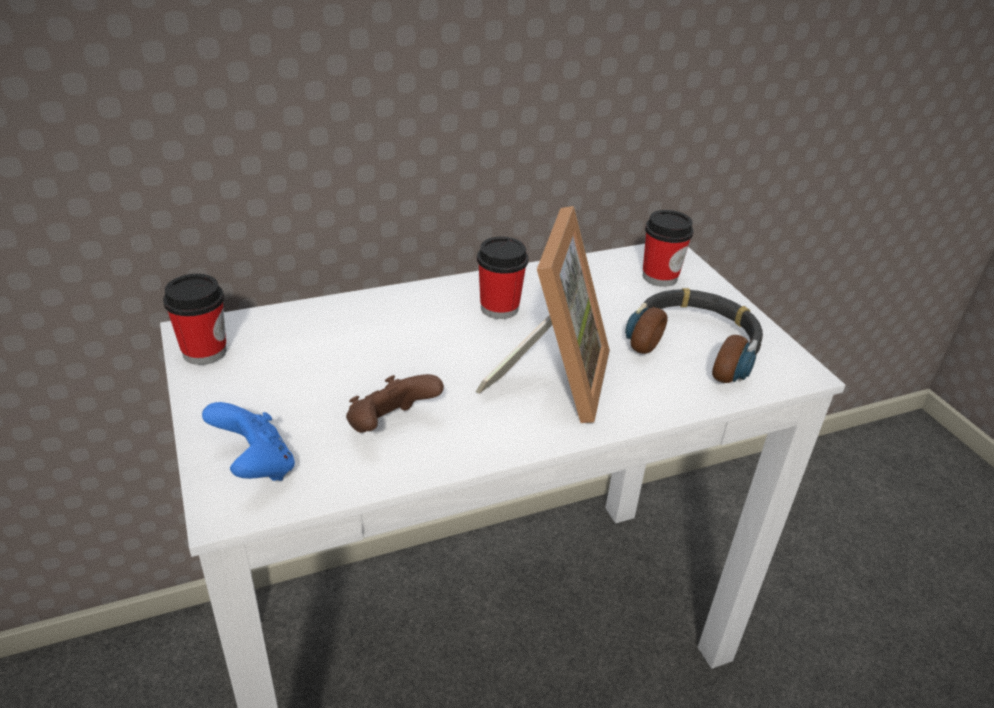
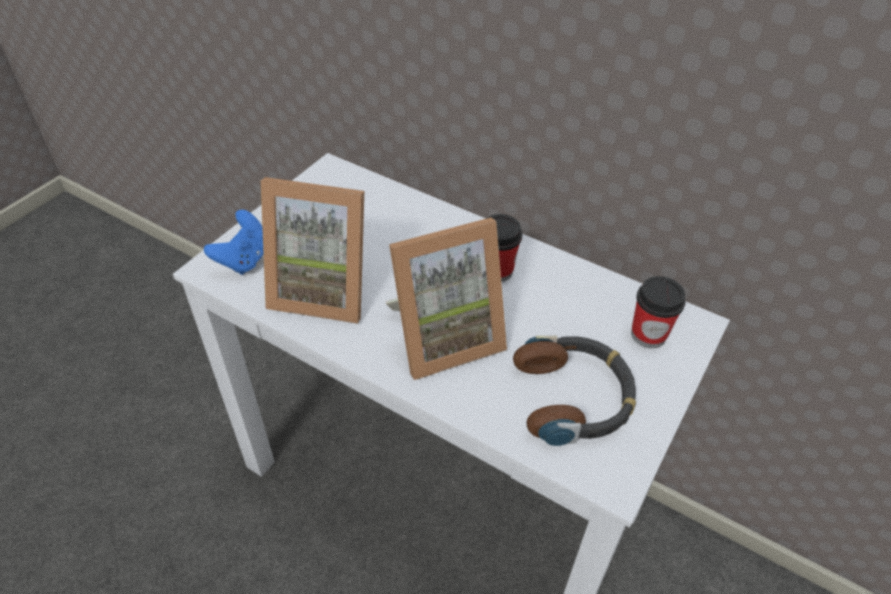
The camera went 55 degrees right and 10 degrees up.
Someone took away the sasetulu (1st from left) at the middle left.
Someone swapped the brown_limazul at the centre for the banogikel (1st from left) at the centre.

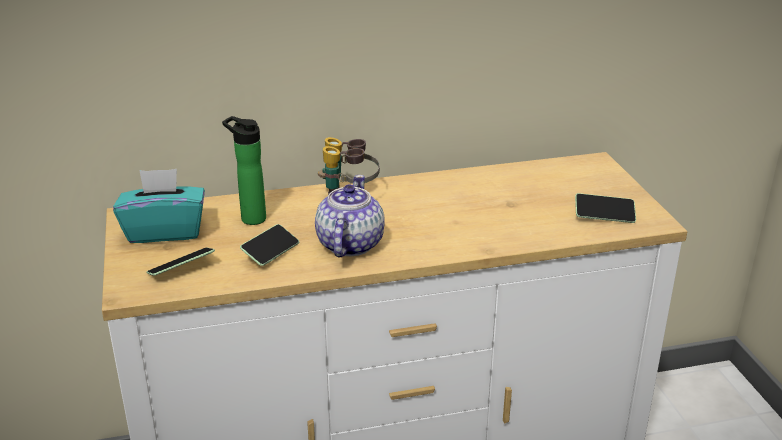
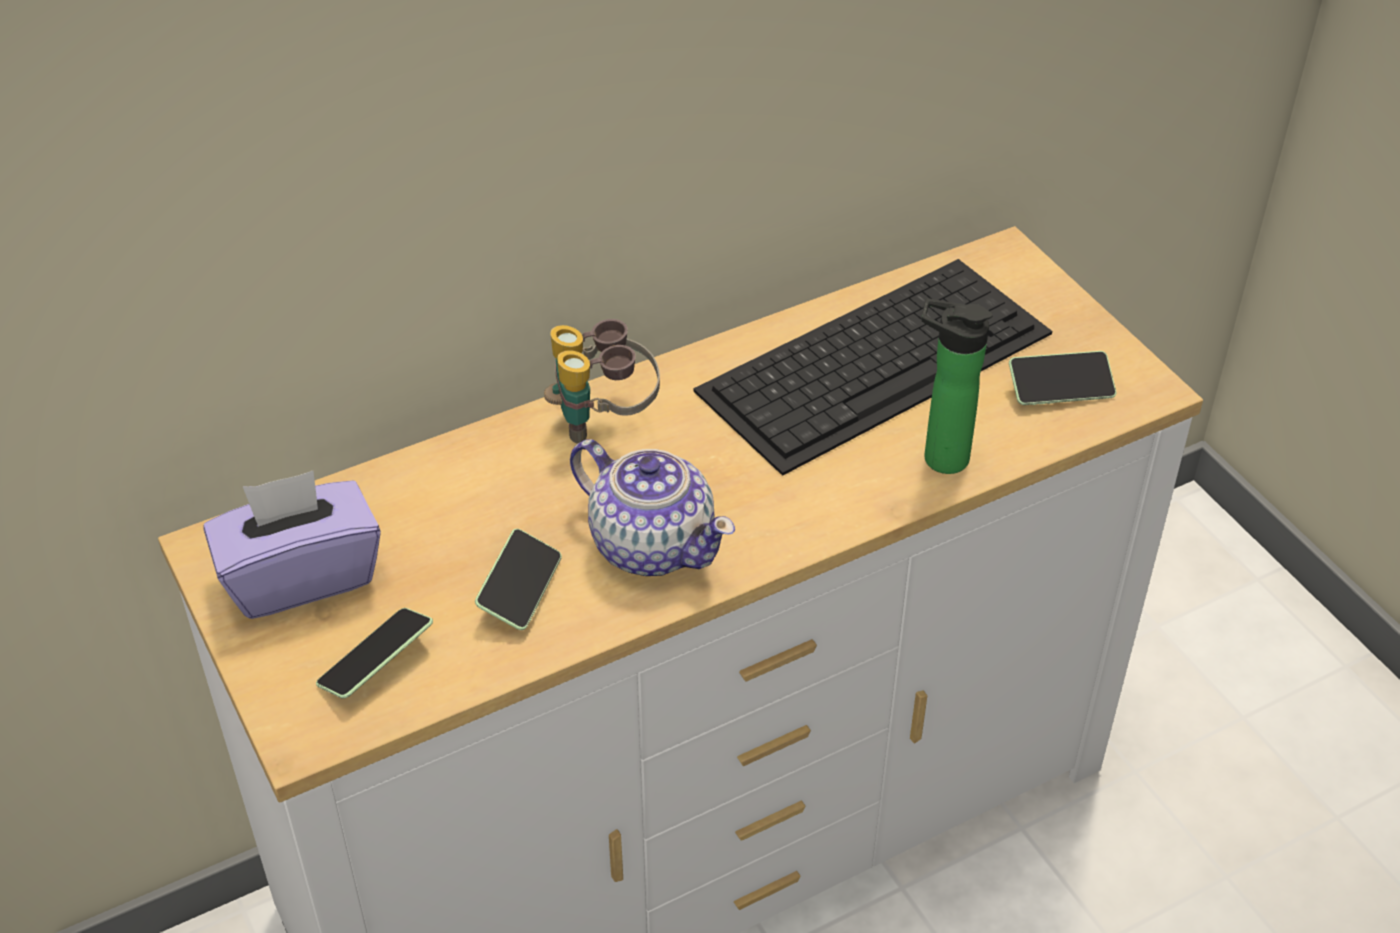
The camera went 15 degrees left and 15 degrees up.
Someone carried the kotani from the middle left to the middle right.
Someone repainted the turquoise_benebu at the middle left, which became the purple_benebu at the middle left.
Someone rotated the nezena at the centre by 135 degrees clockwise.
Someone put down the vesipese at the centre.

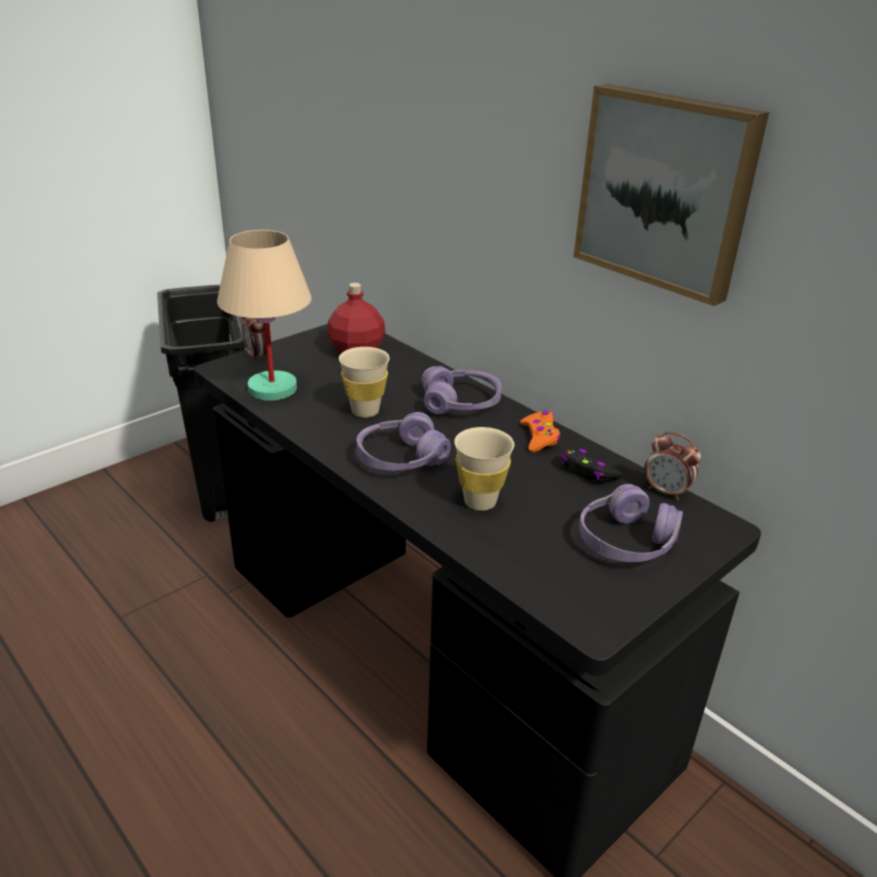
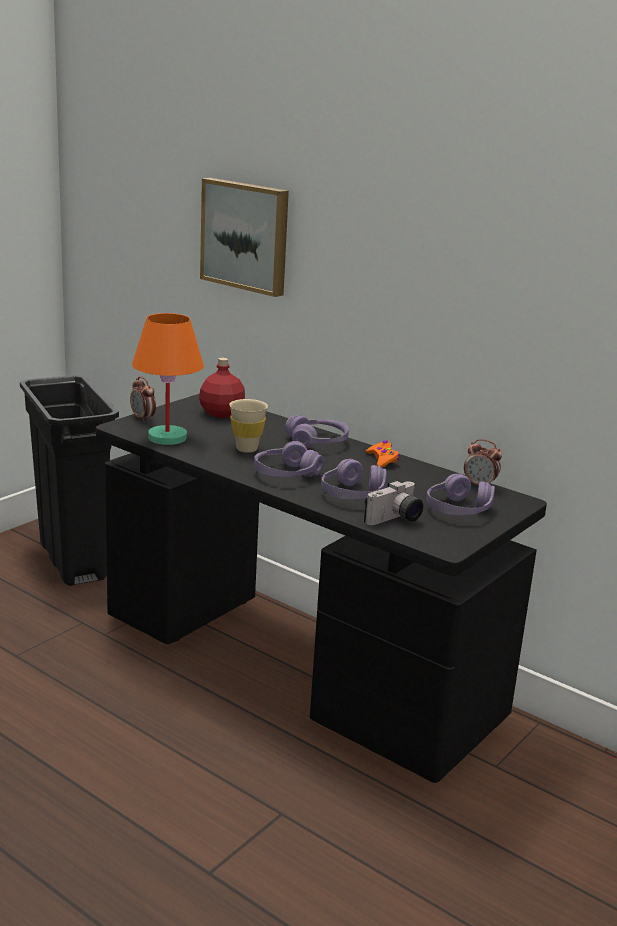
The camera went 10 degrees left and 10 degrees down.
Someone carried the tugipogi from the top right to the top centre.
Someone repainted the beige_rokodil at the middle left, which became the orange_rokodil at the middle left.
Someone swapped the beige_sasetulu (2nd from left) at the centre for the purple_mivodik (3rd from left) at the centre.
Someone took away the black_limazul at the middle right.
Someone put down the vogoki at the centre.

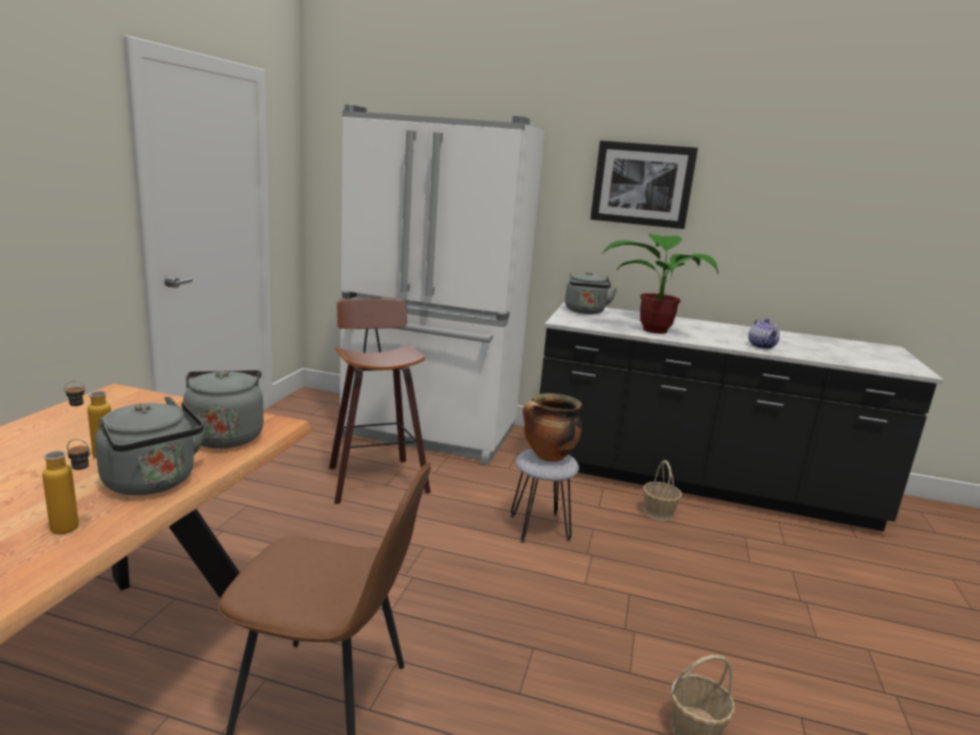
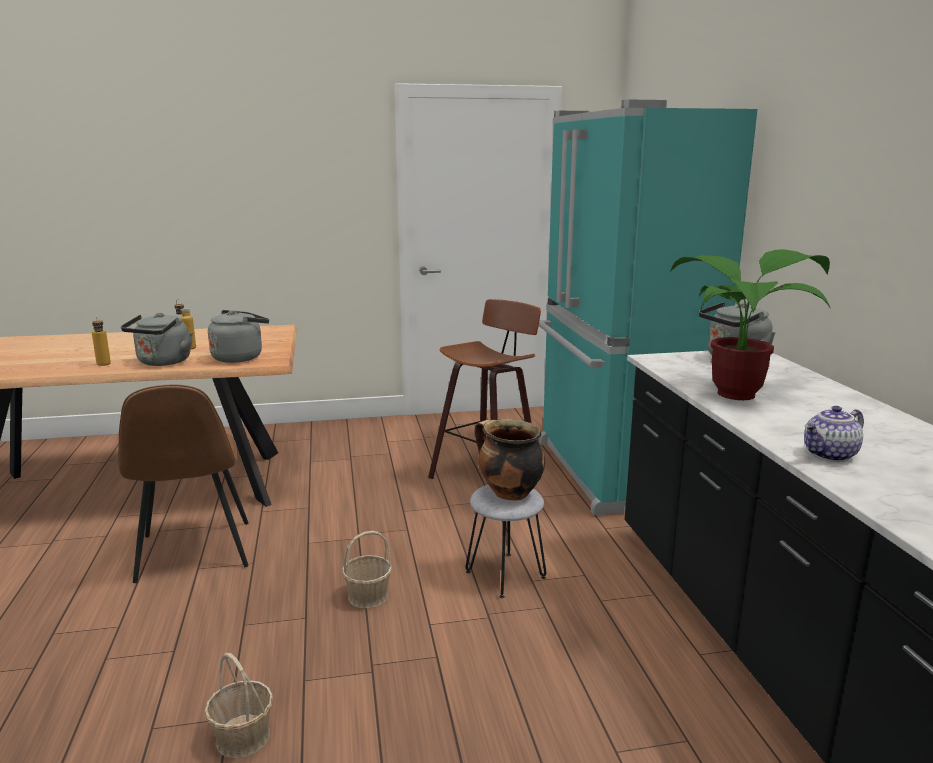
The camera went 65 degrees right and 0 degrees up.
Someone repainted the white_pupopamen at the centre, which became the turquoise_pupopamen at the middle right.
Someone took away the tugipogi at the top centre.
Someone carried the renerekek (1st from left in the first image) from the bottom right to the bottom centre.

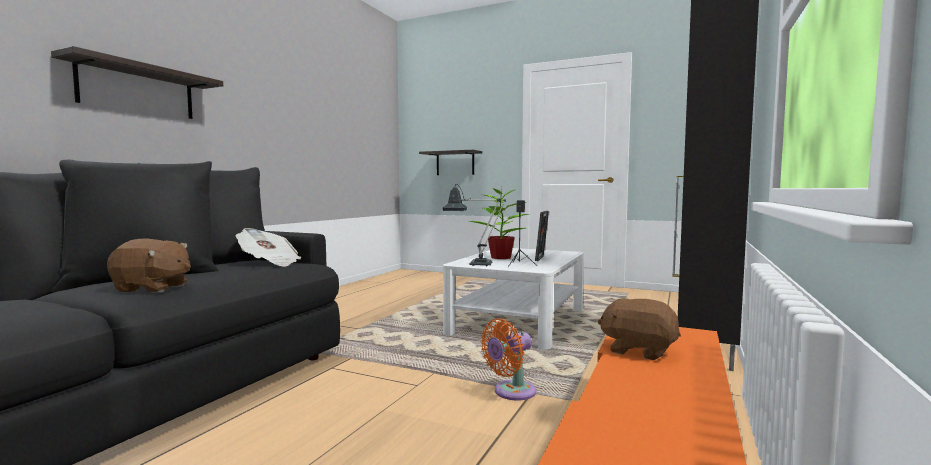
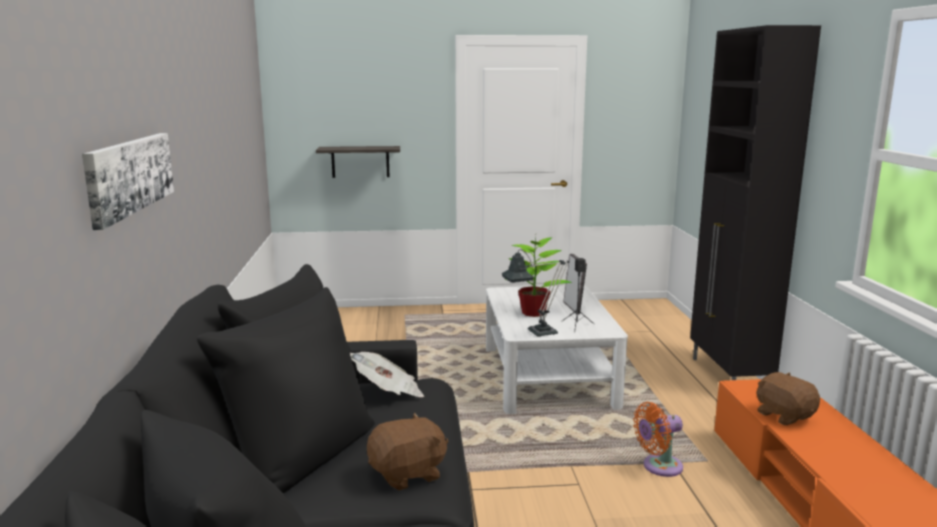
The camera went 30 degrees left and 10 degrees up.
Someone swapped the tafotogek (1st from left) at the top left for the tugipogi at the middle left.
Someone rotated the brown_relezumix (2nd from left) at the bottom right by 60 degrees clockwise.
Someone rotated the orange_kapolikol at the bottom centre by 45 degrees clockwise.

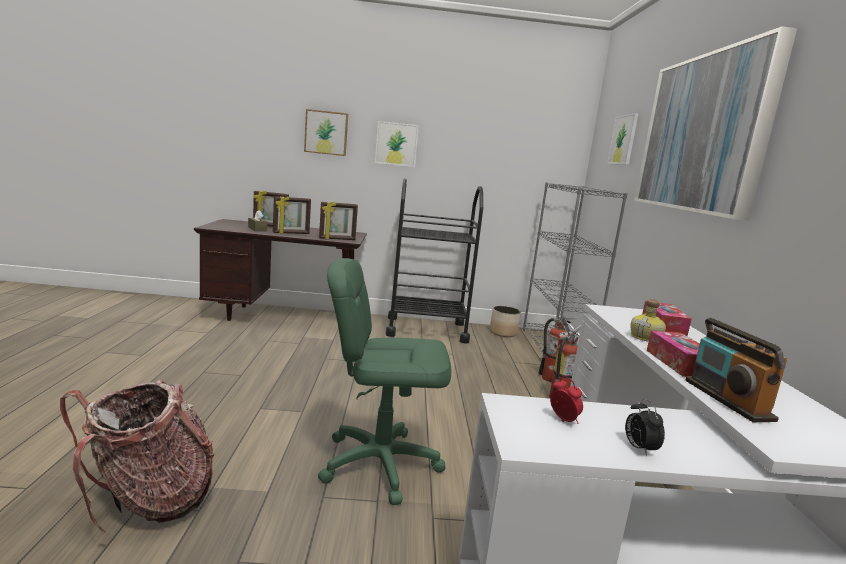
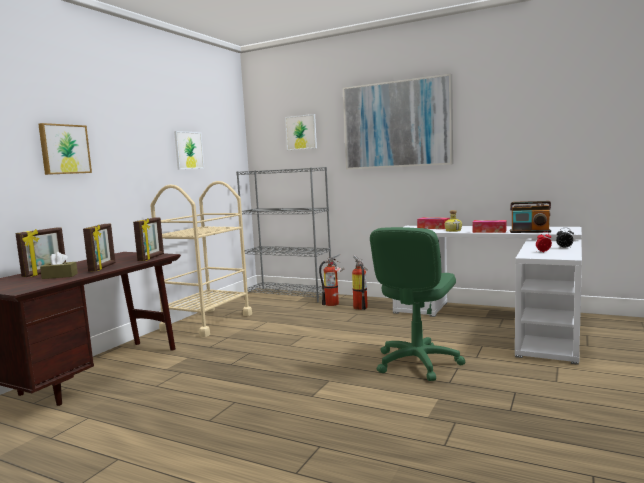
The camera went 60 degrees left and 5 degrees down.
Someone carried the tugipogi (2nd from left) from the top centre to the top left.
Someone repainted the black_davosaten at the centre, which became the beige_davosaten at the middle left.
Someone took away the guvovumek at the centre.
Someone took away the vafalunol at the bottom left.

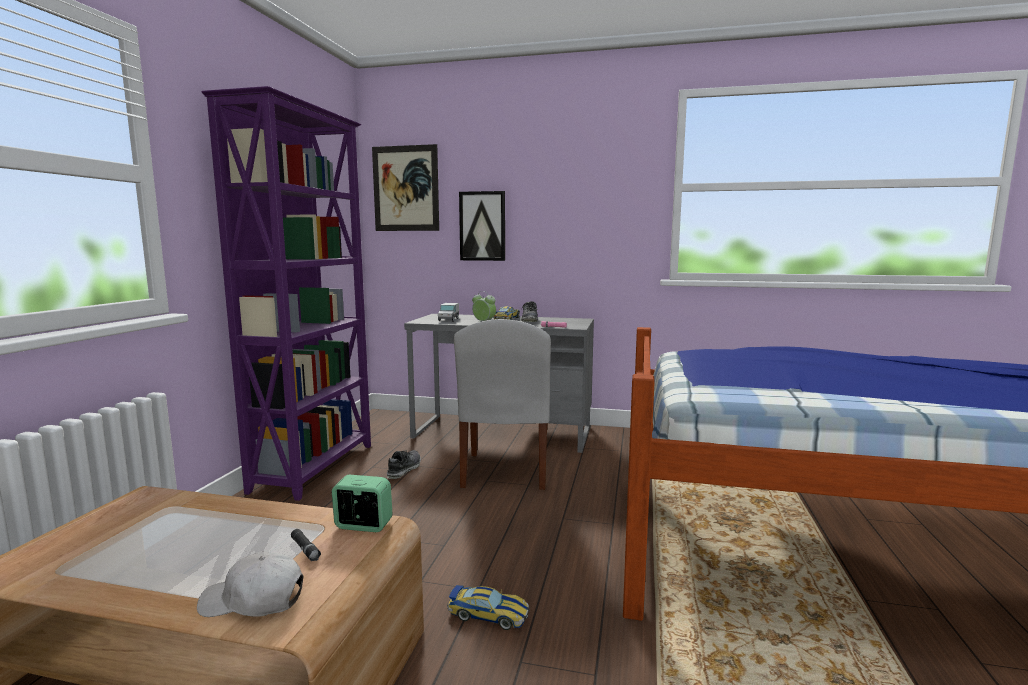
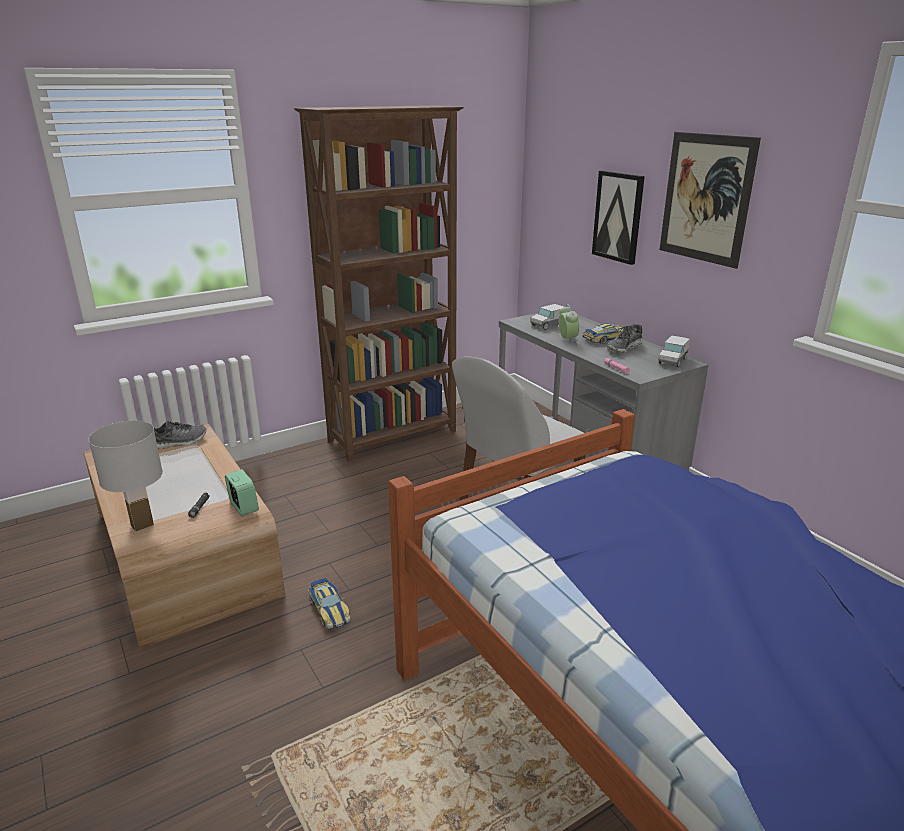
The camera went 45 degrees right and 15 degrees up.
Someone repainted the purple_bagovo at the middle left, which became the brown_bagovo at the centre.
Someone carried the tugipogi (1st from left in the first image) from the top centre to the top right.
Someone carried the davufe (1st from left) from the bottom centre to the middle left.
Someone swapped the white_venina at the bottom left for the white_rokodil at the middle left.
Someone put down the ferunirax (2nd from left) at the middle right.

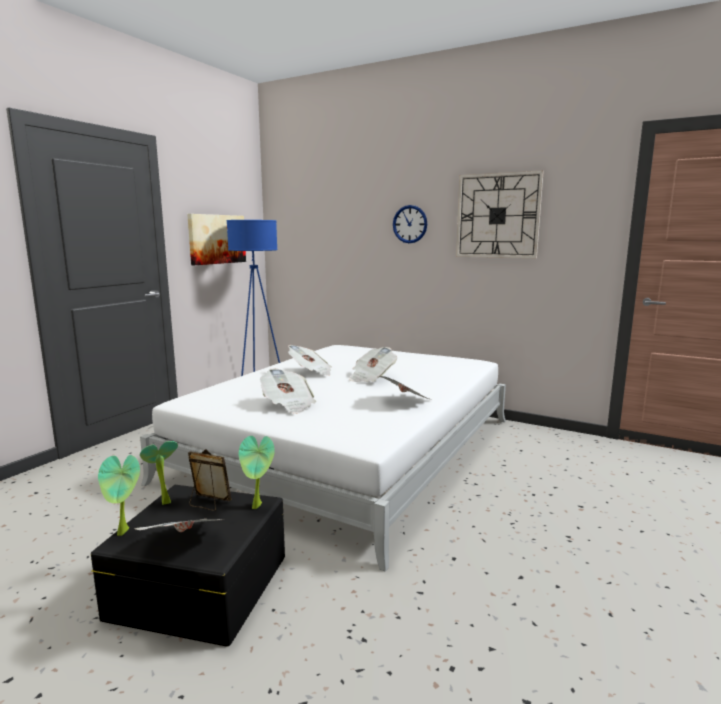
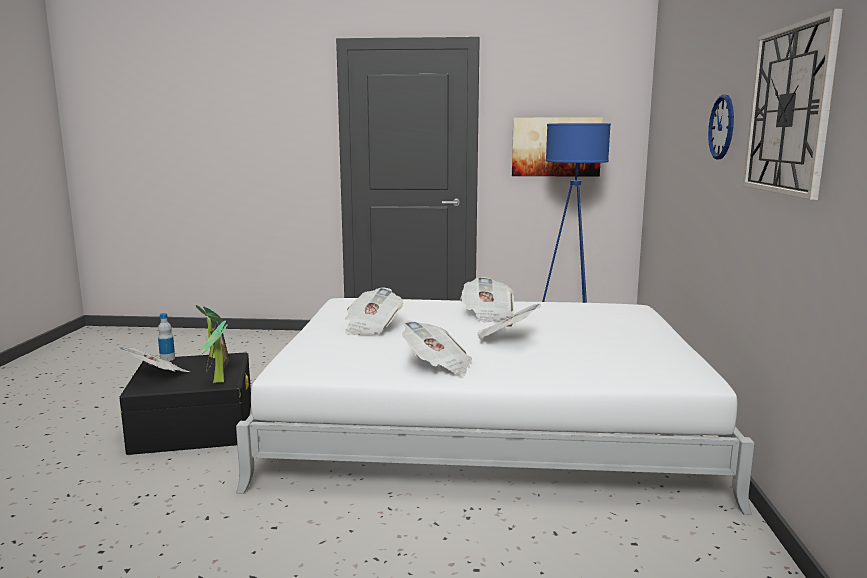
The camera went 65 degrees right and 0 degrees up.
Someone swapped the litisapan (1st from left) at the bottom left for the kotani at the middle left.

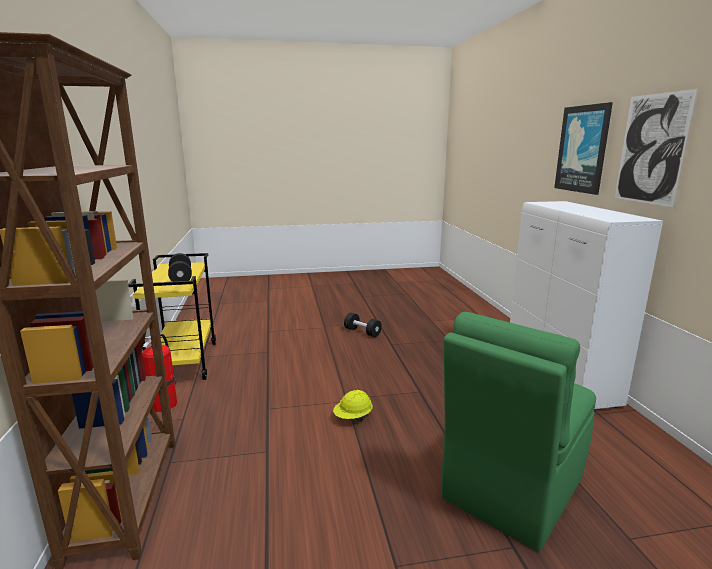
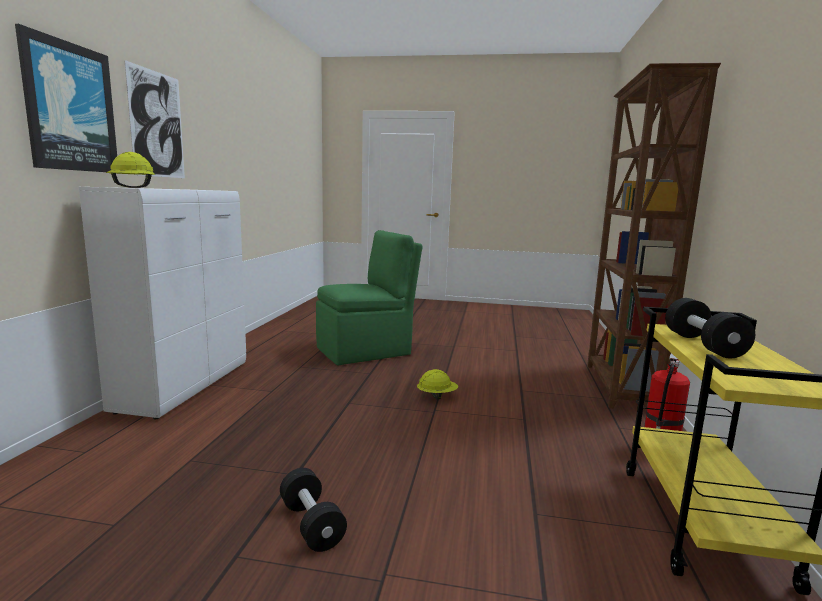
The camera went 160 degrees left and 5 degrees down.
Someone put down the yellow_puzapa (1st from left) at the top left.

